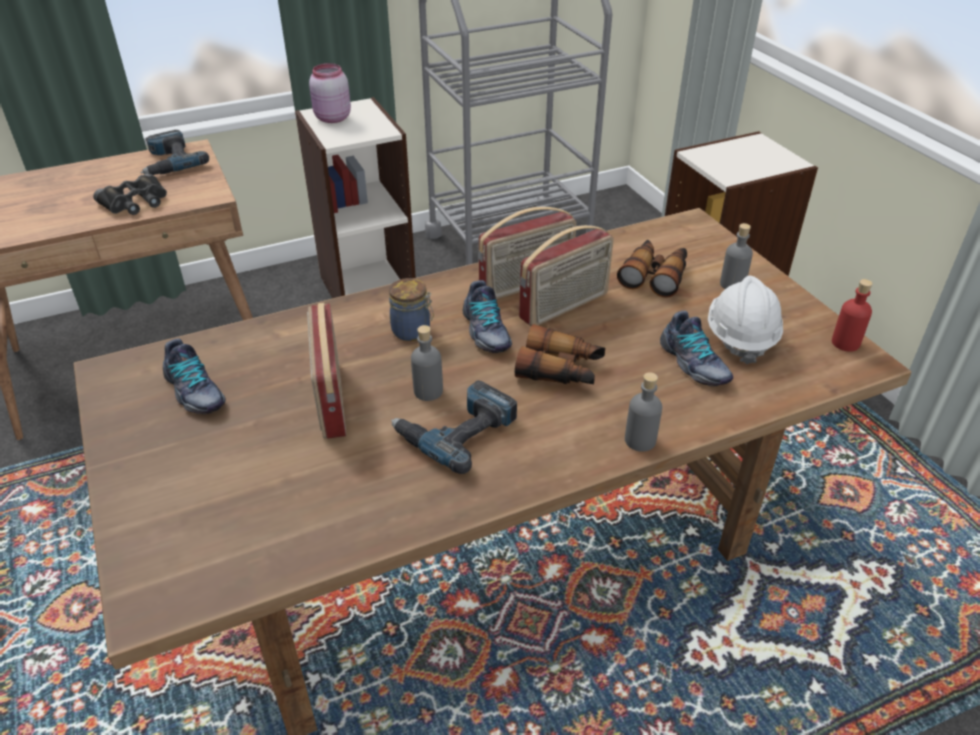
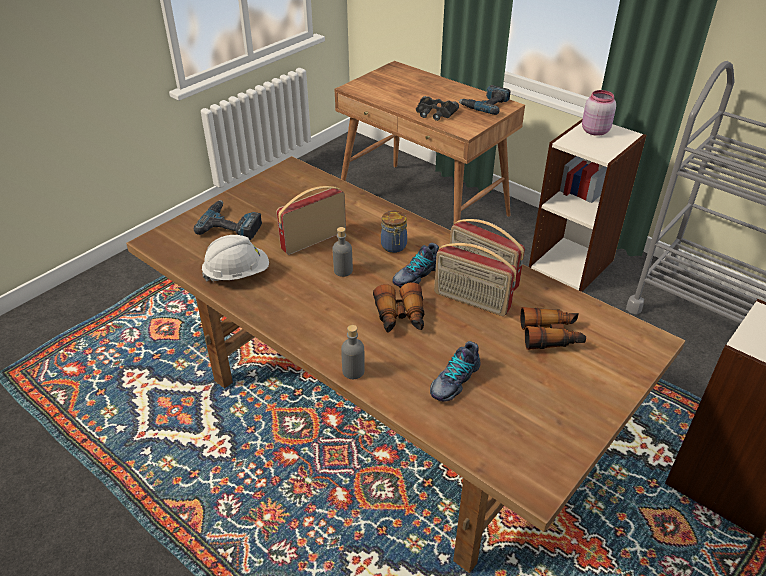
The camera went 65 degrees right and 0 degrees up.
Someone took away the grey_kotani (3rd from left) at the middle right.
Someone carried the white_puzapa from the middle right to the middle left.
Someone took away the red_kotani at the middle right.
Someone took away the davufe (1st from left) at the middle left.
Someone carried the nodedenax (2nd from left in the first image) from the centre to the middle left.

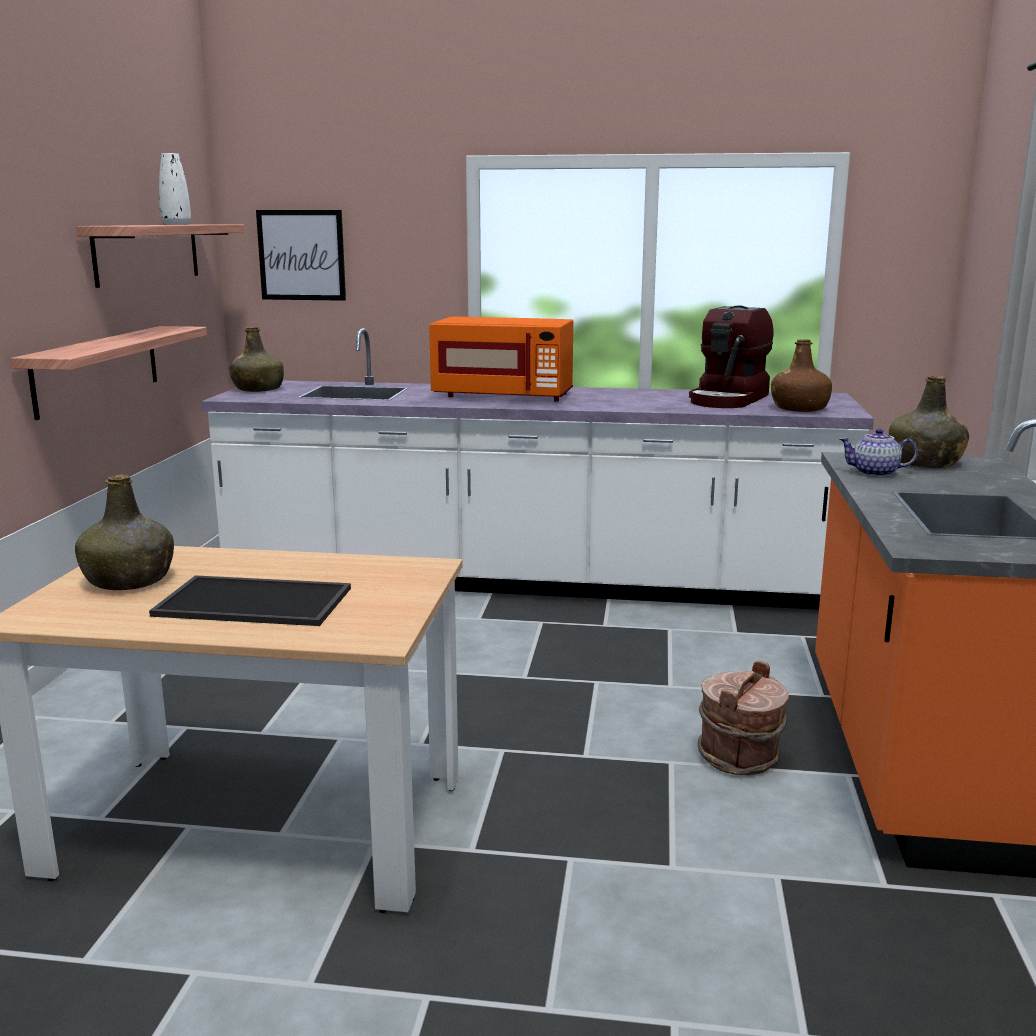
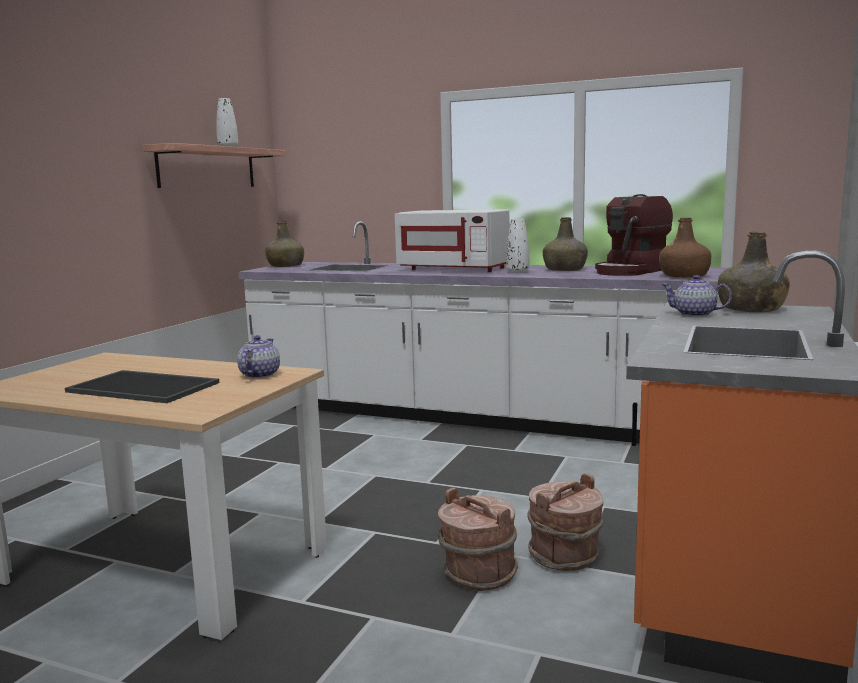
The camera went 15 degrees right and 5 degrees down.
Someone took away the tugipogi at the top left.
Someone repainted the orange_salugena at the centre, which became the white_salugena at the centre.
Someone took away the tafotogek (1st from left) at the middle left.
Someone carried the green_kotani (1st from left in the first image) from the middle left to the centre.
Someone put down the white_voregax (2nd from left) at the centre.
Someone put down the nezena (1st from left) at the middle left.
Someone put down the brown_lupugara (1st from left) at the bottom centre.

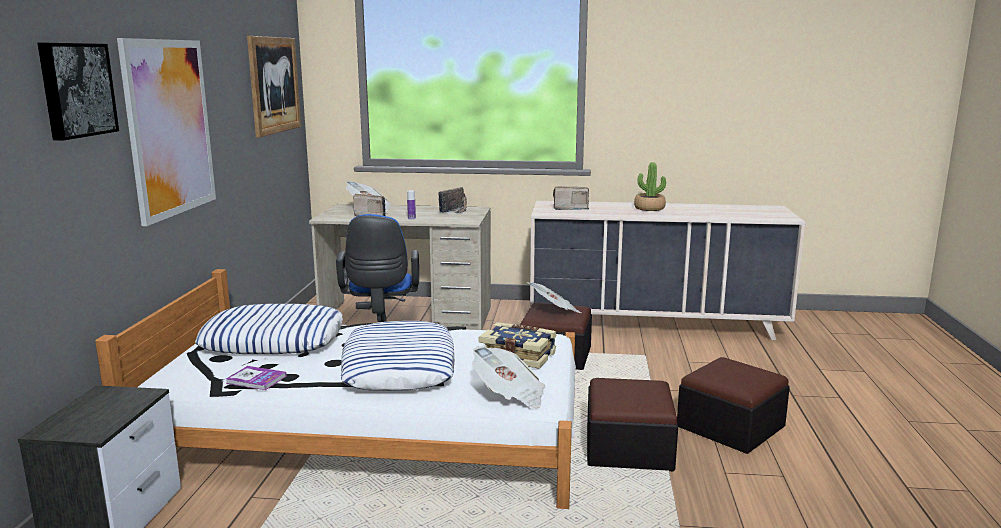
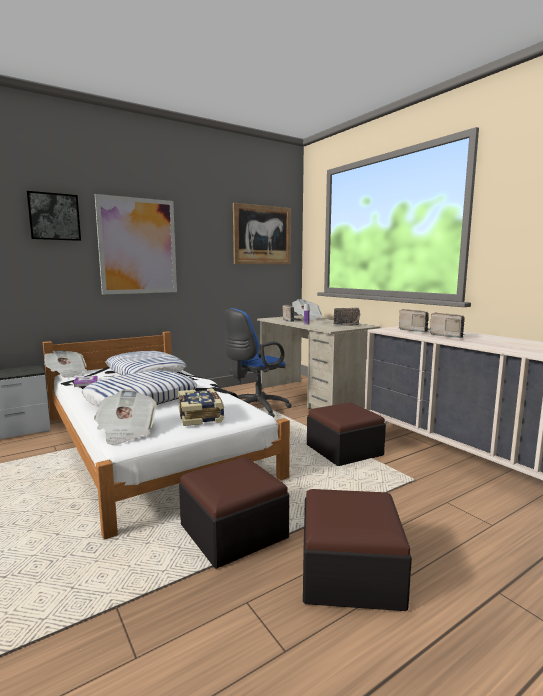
The camera went 50 degrees right and 5 degrees down.
Someone took away the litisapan at the centre.
Someone carried the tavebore (3rd from left in the first image) from the centre to the middle left.
Someone put down the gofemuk (4th from left) at the middle right.

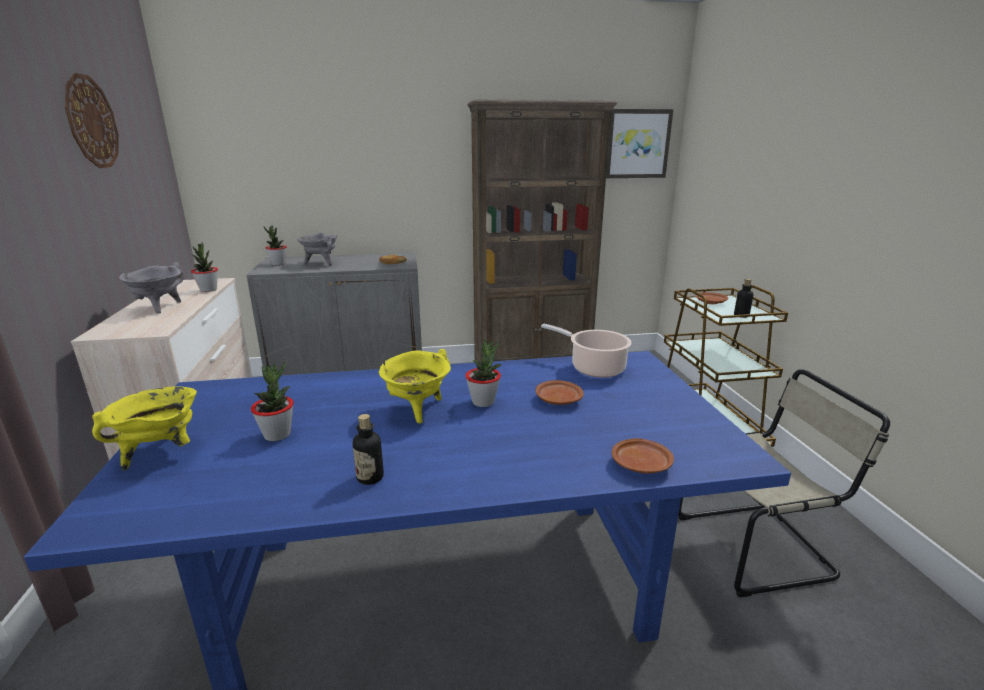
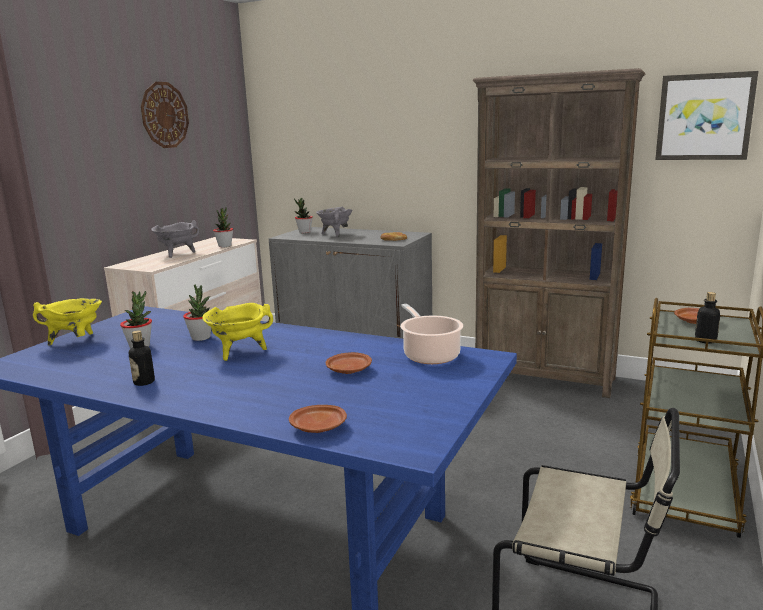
The camera went 35 degrees right and 5 degrees down.
Someone carried the litisapan (4th from left in the first image) from the centre to the middle left.

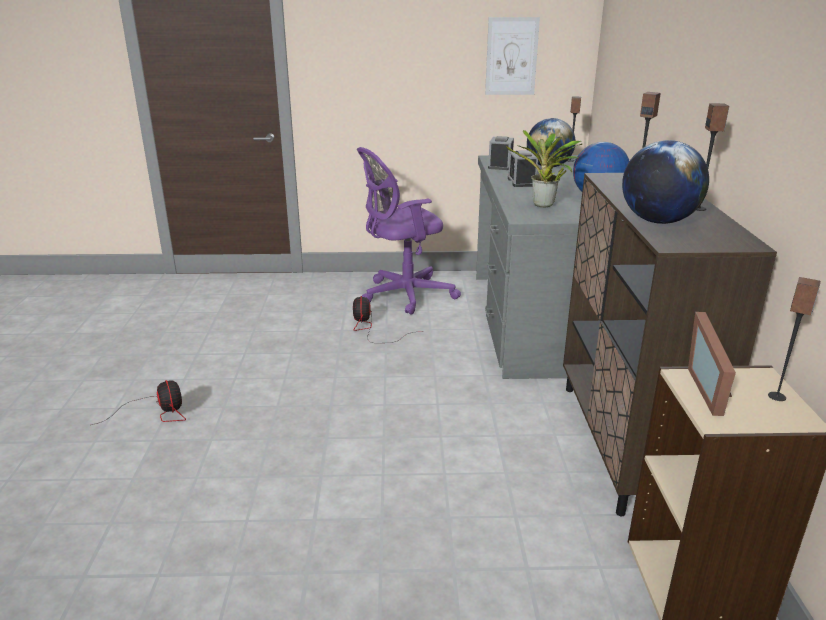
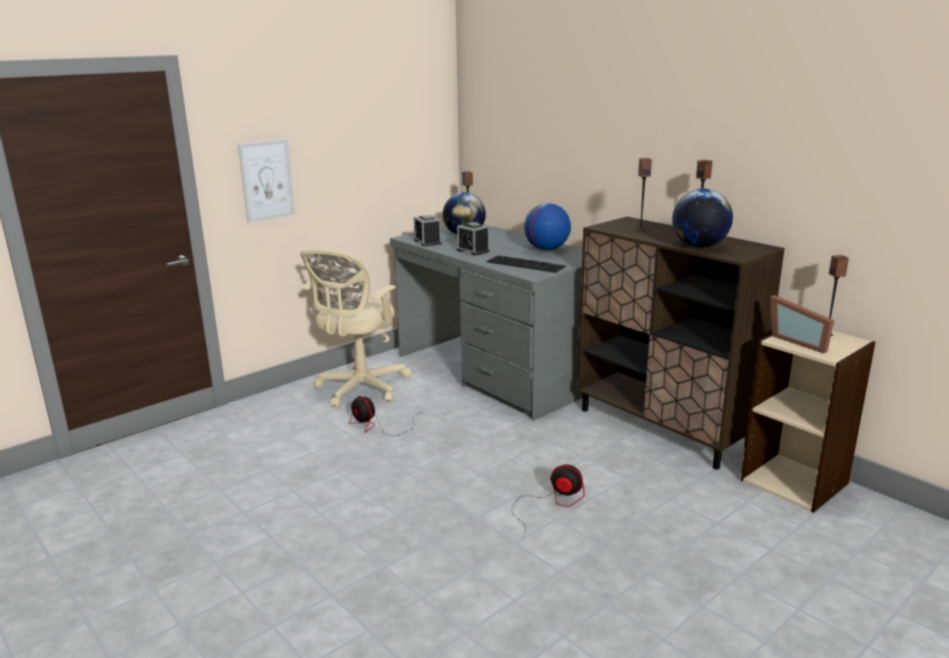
The camera went 40 degrees left and 5 degrees down.
Someone carried the tugipogi from the top centre to the top left.
Someone swapped the litisapan at the top centre for the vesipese at the centre.
Someone repainted the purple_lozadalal at the centre, which became the beige_lozadalal at the centre.
Someone carried the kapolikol (1st from left in the first image) from the middle left to the bottom centre.

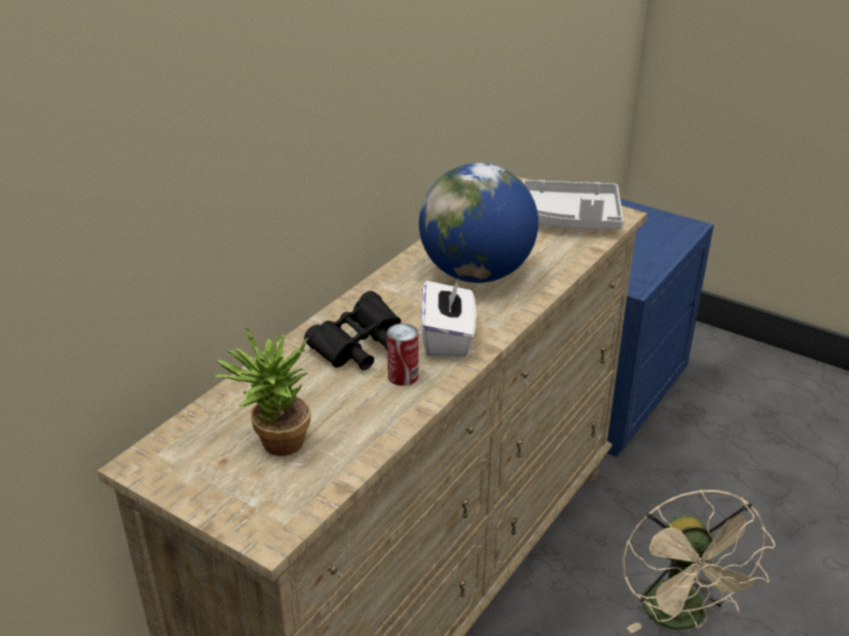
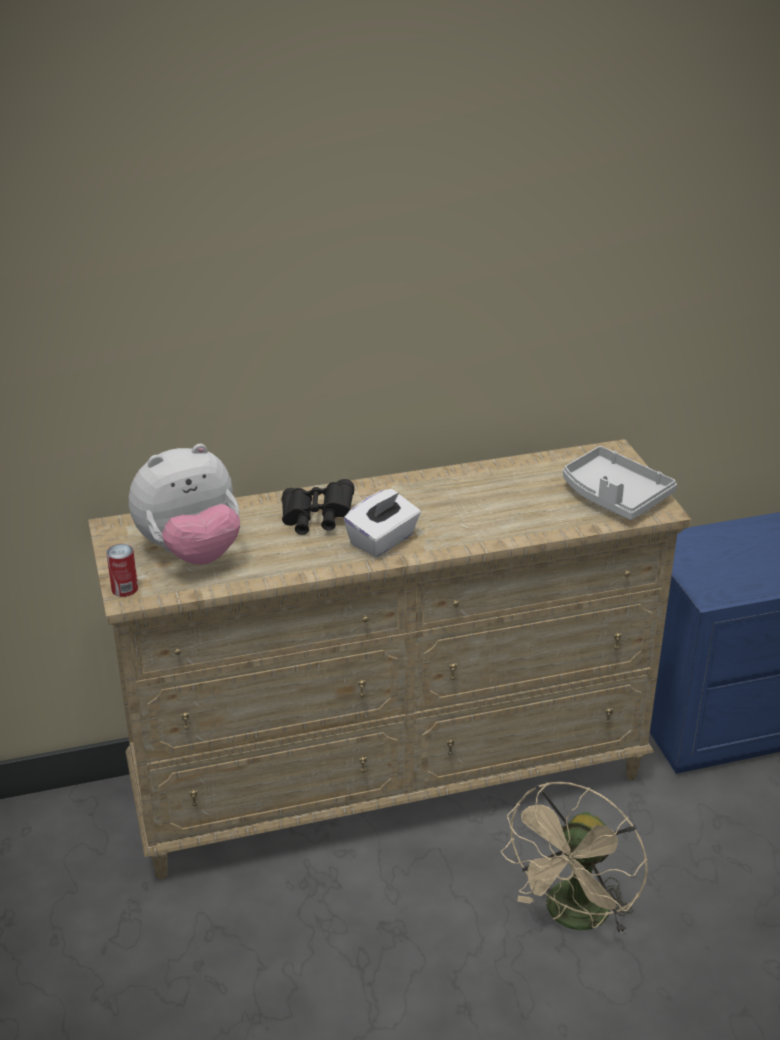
The camera went 40 degrees right and 0 degrees up.
Someone took away the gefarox at the centre.
Someone carried the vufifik from the centre to the middle left.
Someone swapped the litisapan at the middle left for the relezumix at the middle left.

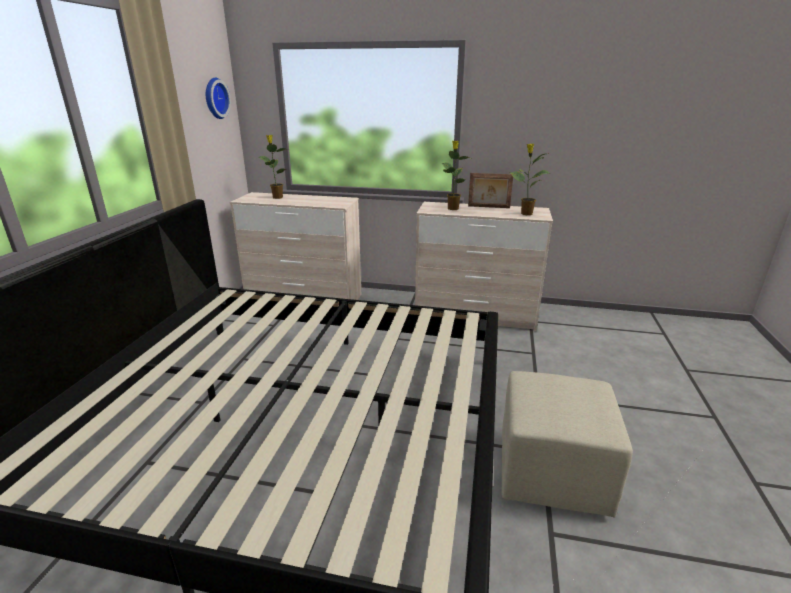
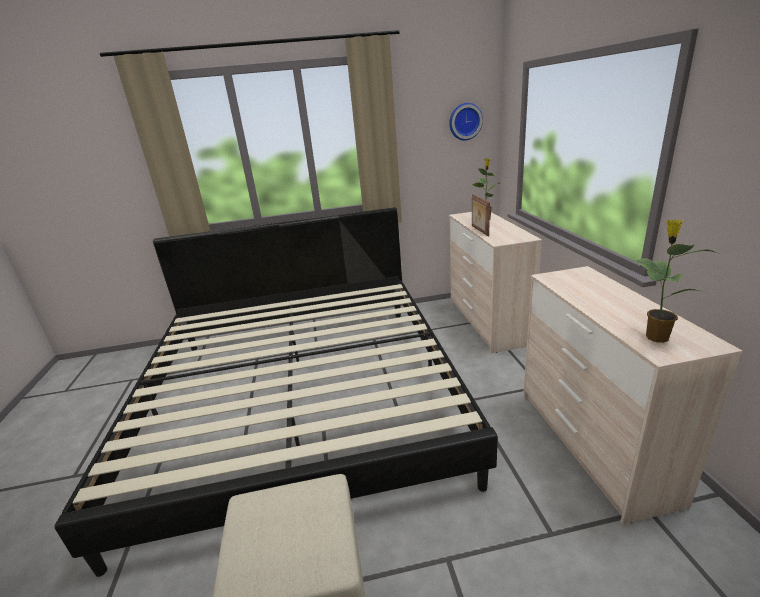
The camera went 70 degrees right and 0 degrees up.
Someone took away the litisapan (2nd from left) at the top centre.
Someone carried the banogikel from the top centre to the centre.

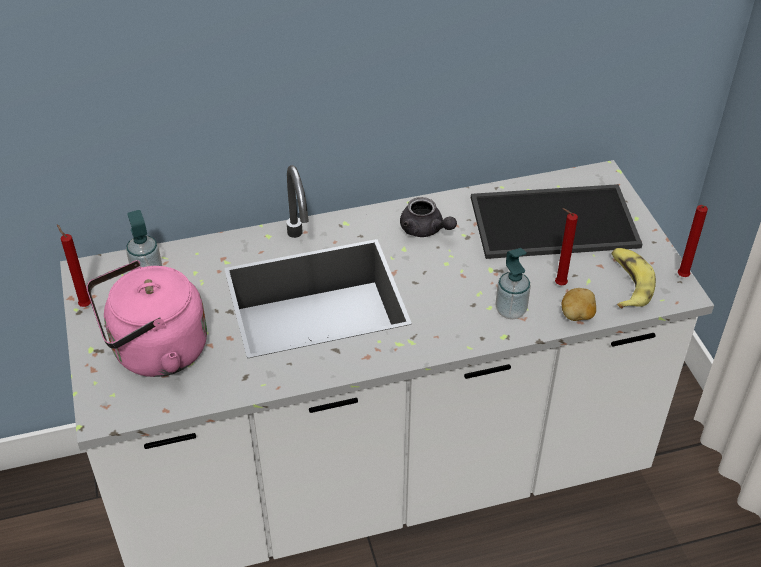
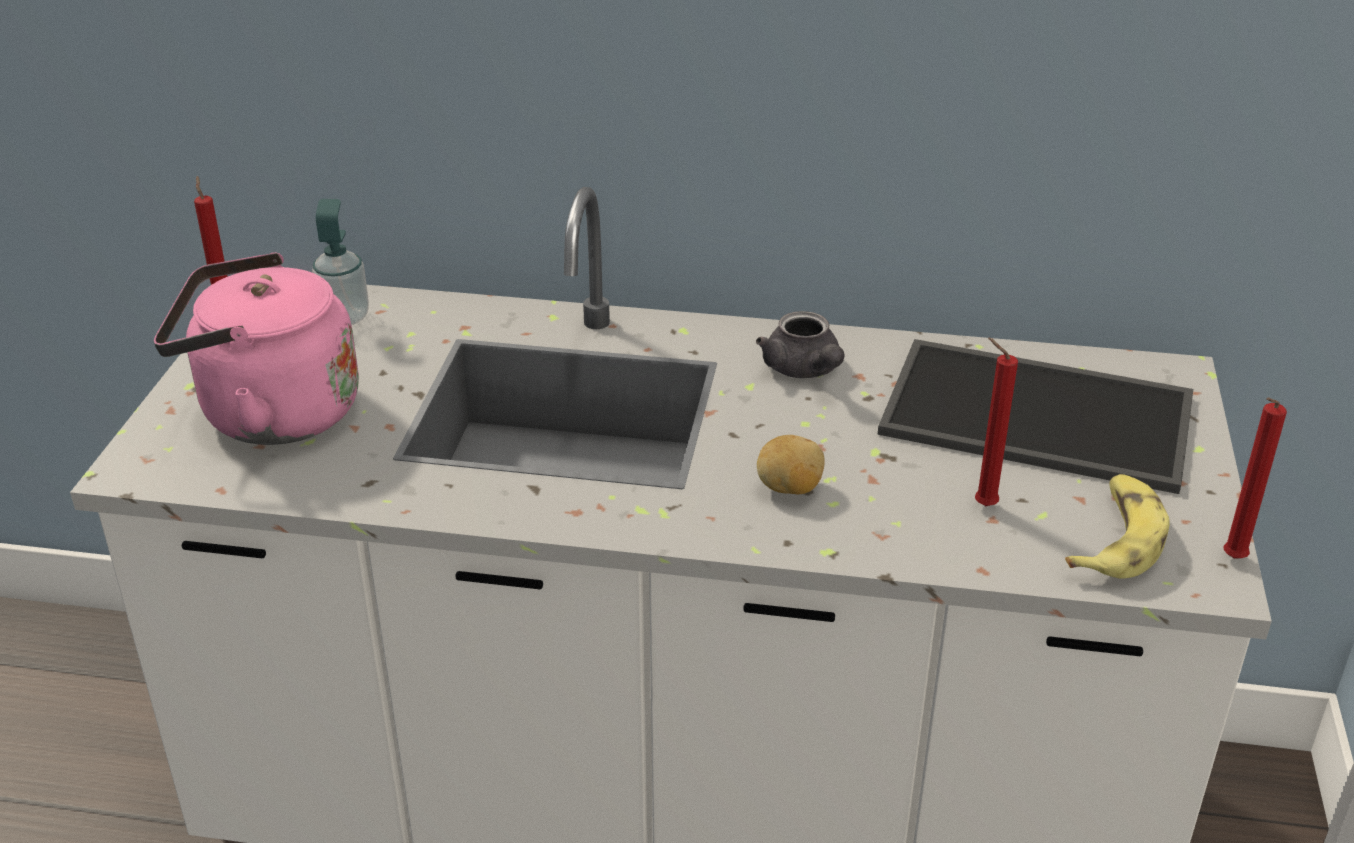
The camera went 25 degrees right and 10 degrees down.
Someone took away the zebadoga (2nd from left) at the middle right.
Someone carried the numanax from the middle right to the centre.

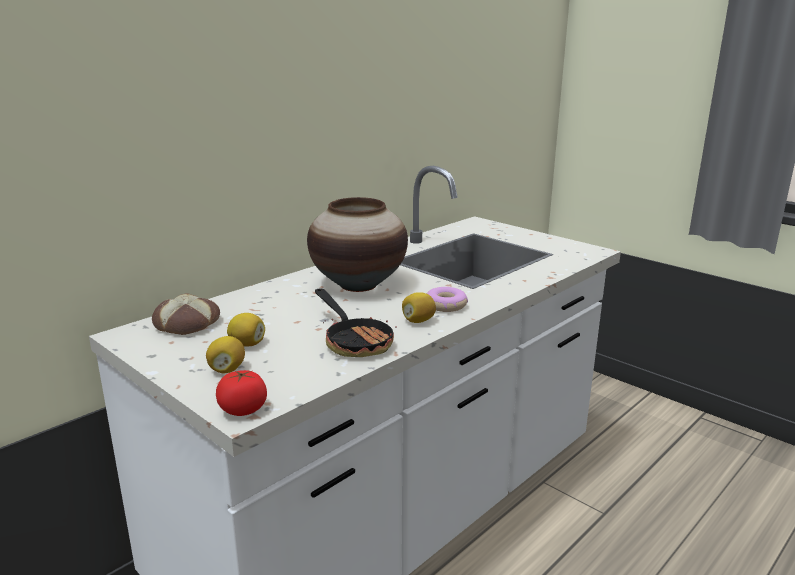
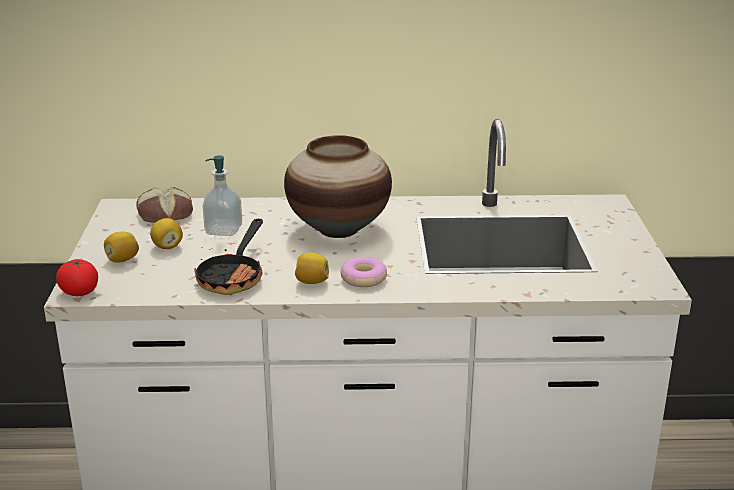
The camera went 45 degrees right and 5 degrees up.
Someone put down the zebadoga at the middle left.

